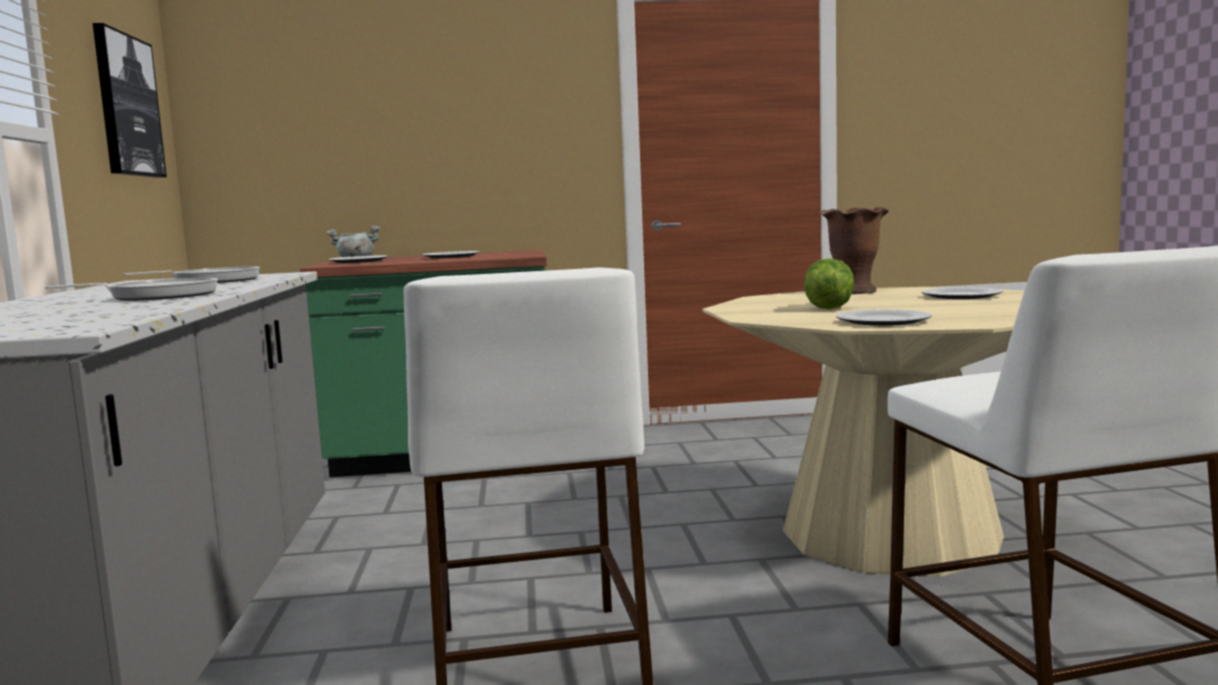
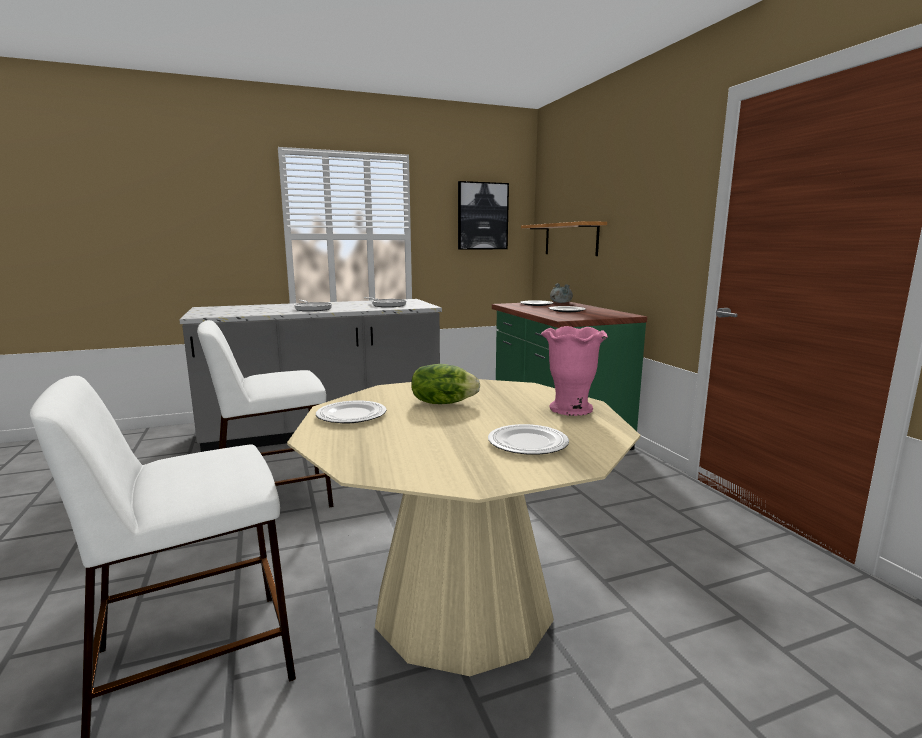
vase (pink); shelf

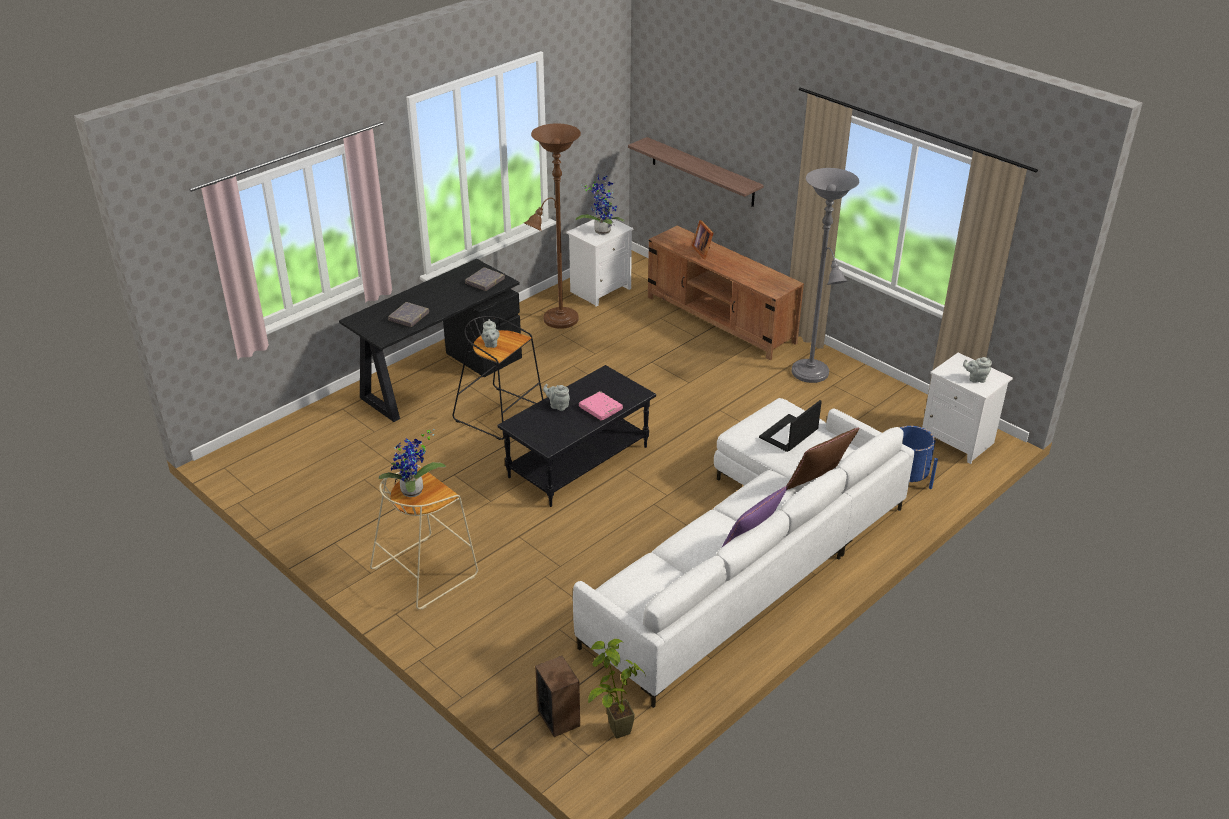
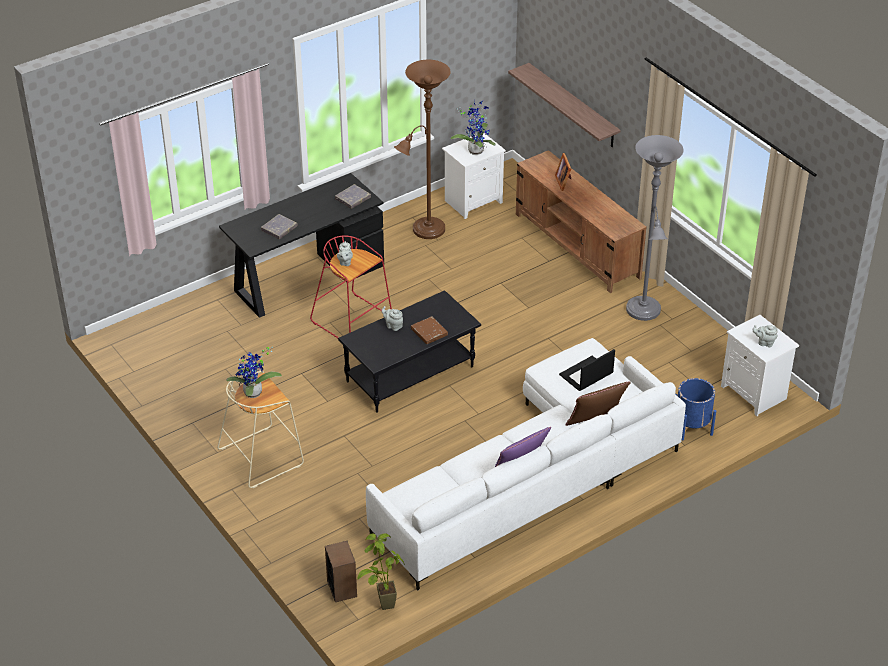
stool (red); book (brown)

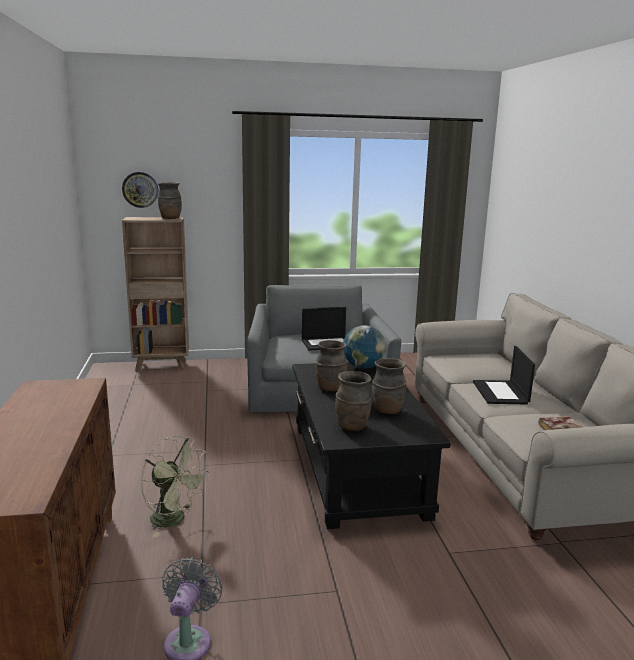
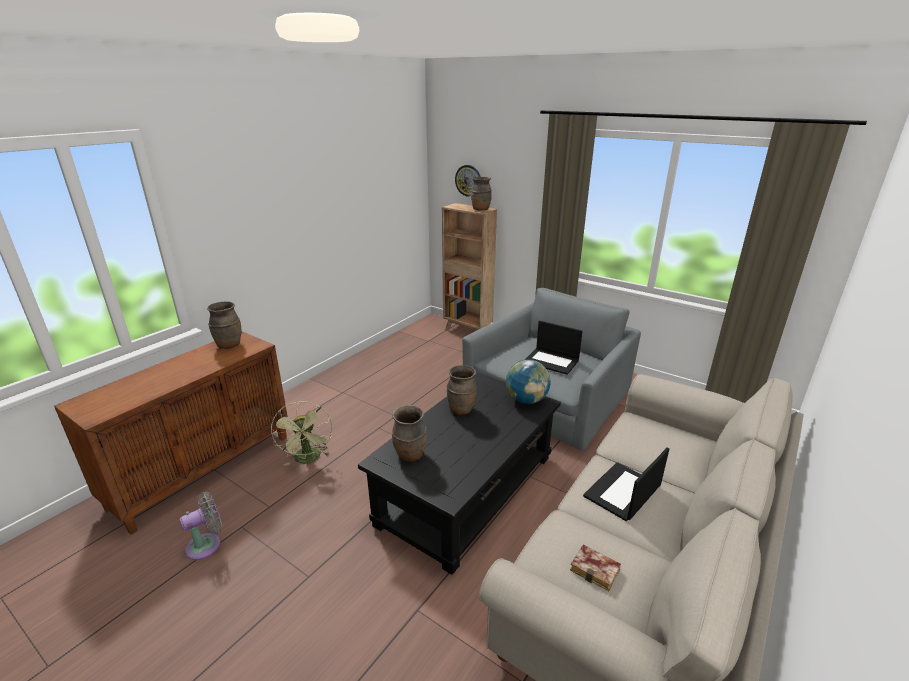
vase (brown) (1st from left)

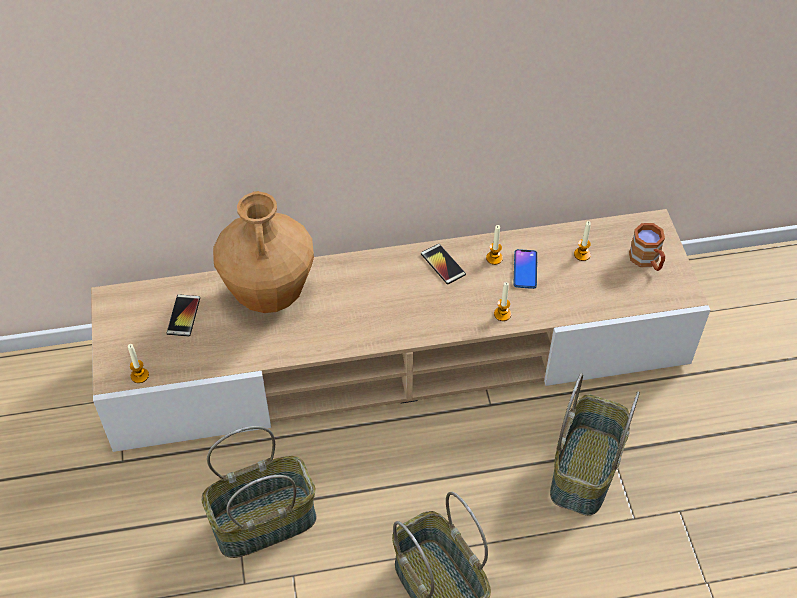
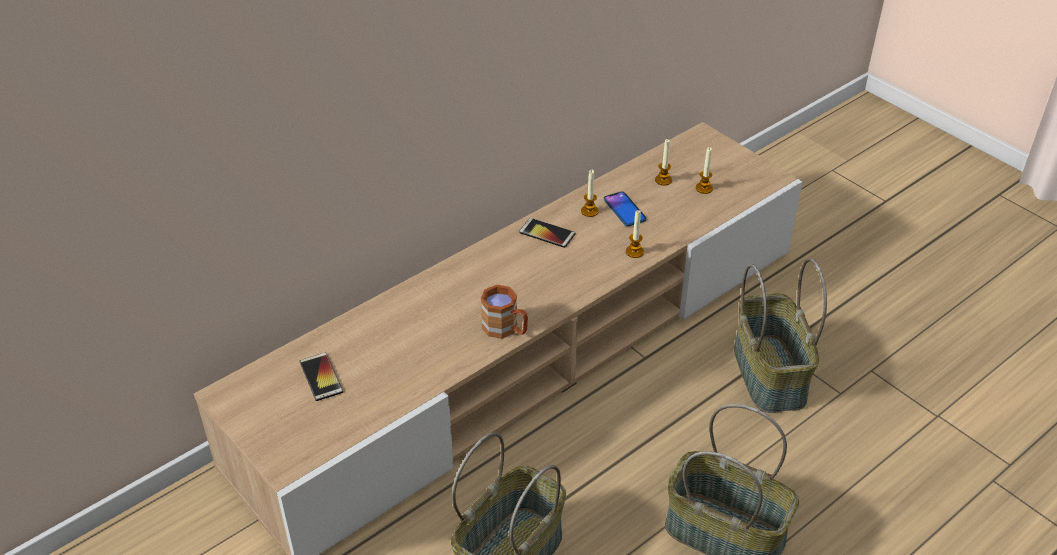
candle (4th from left); vase (brown); mug (brown)

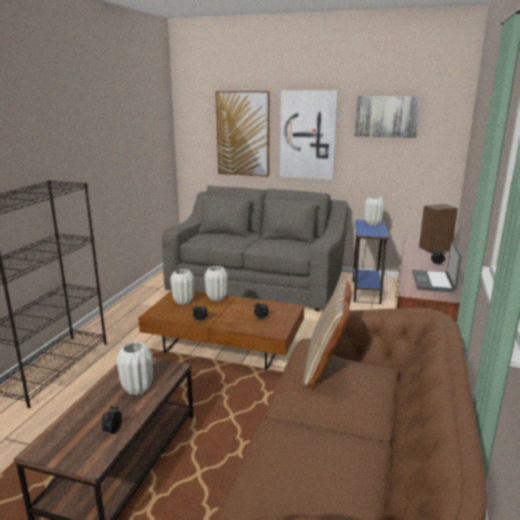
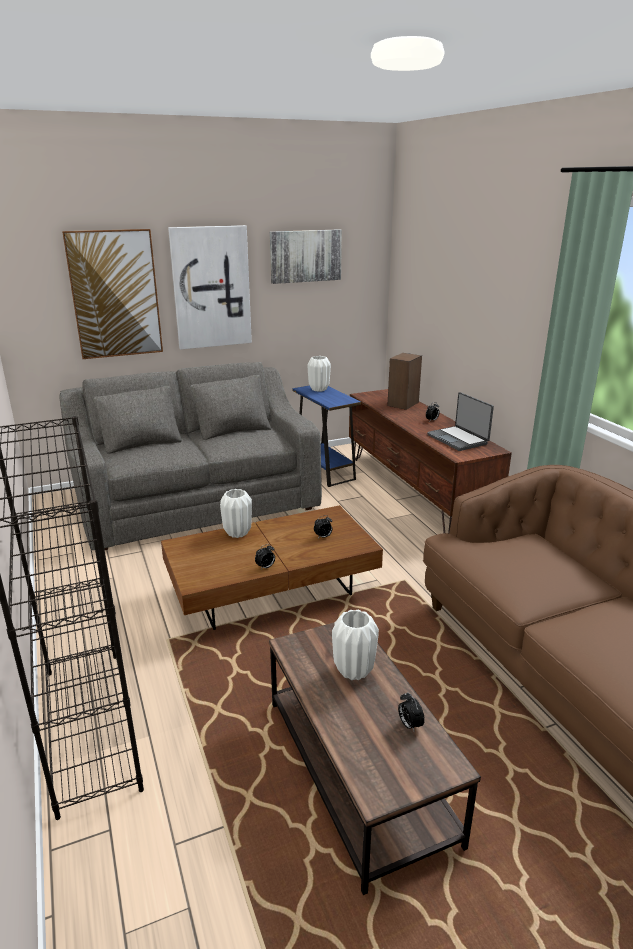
vase (white) (2nd from left in the first image); pillow (beige)

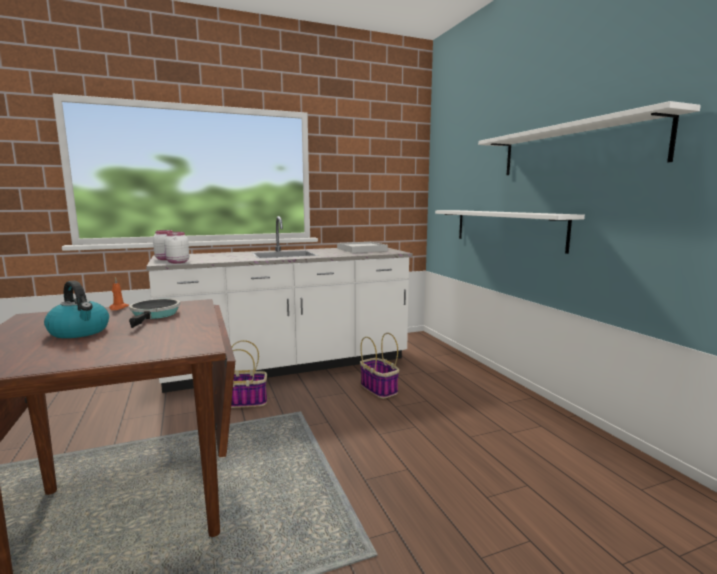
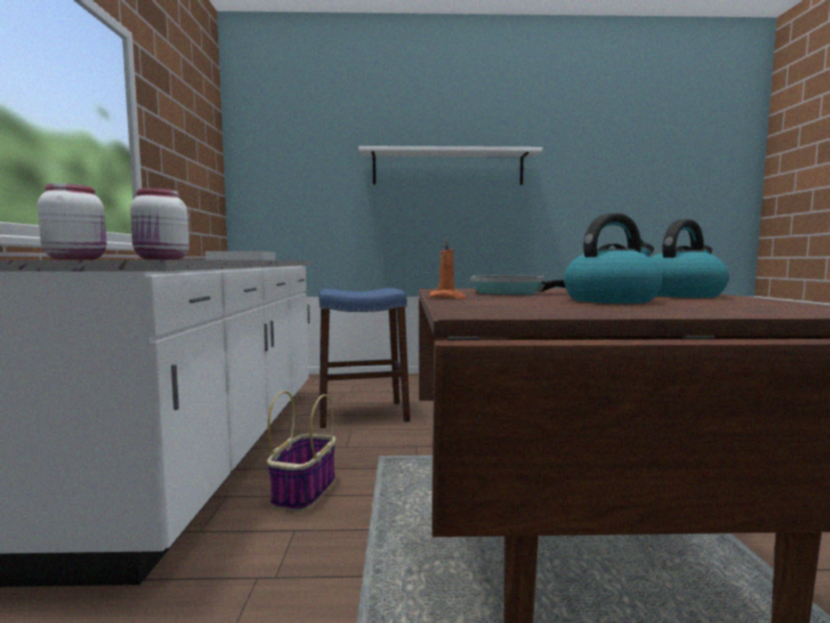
stool (blue); shelf (white) (1st from left in the first image); kettle (2nd from left)

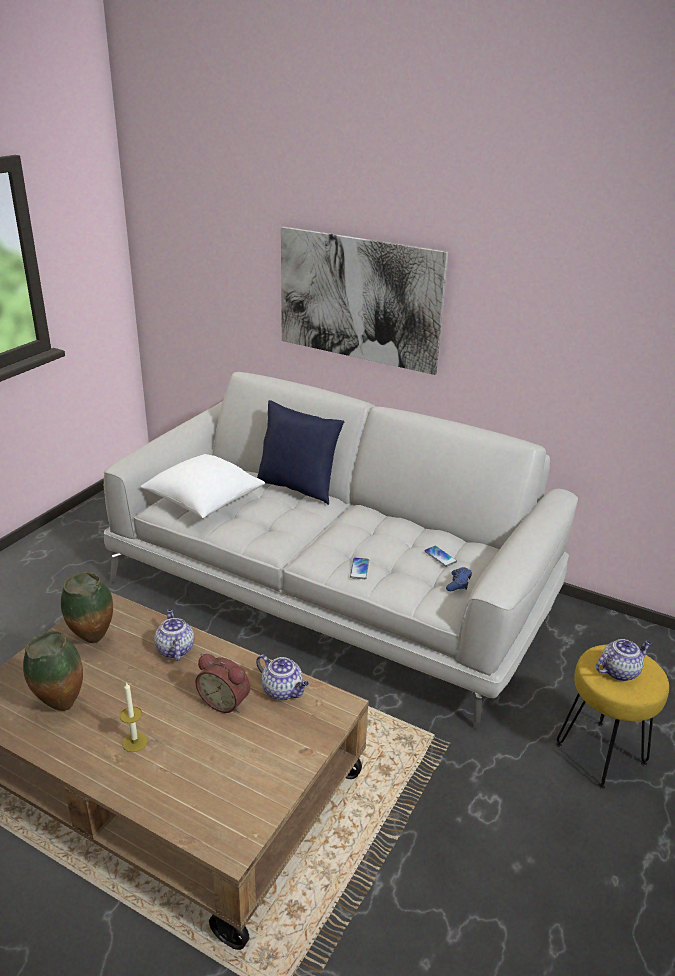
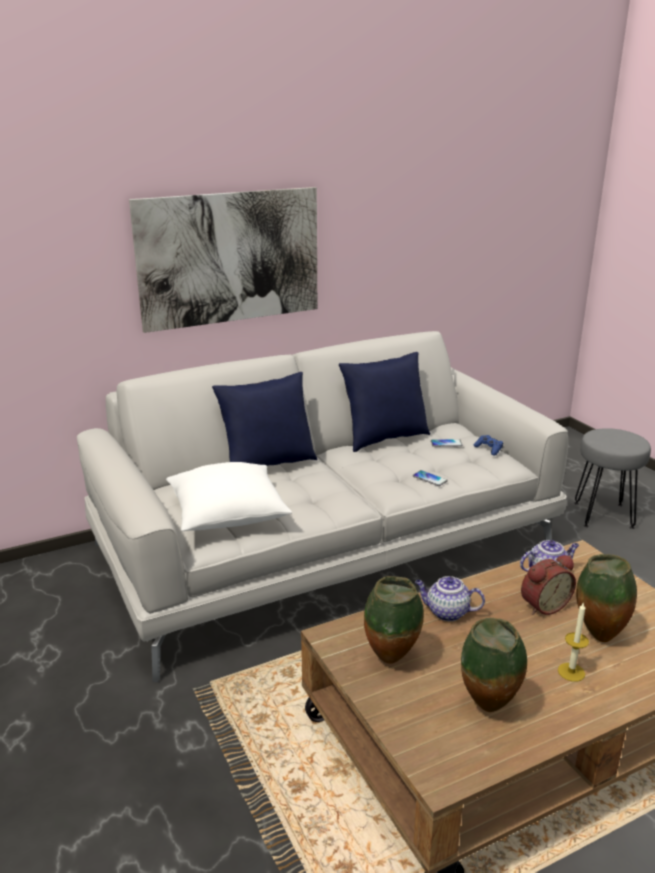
stool (grey); teapot (3rd from left in the first image); pillow (blue) (2nd from left); vase (3rd from left)

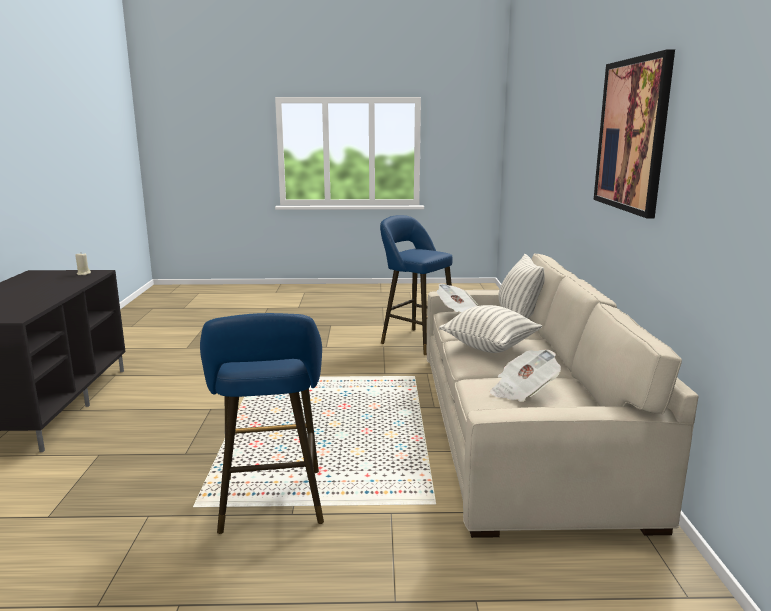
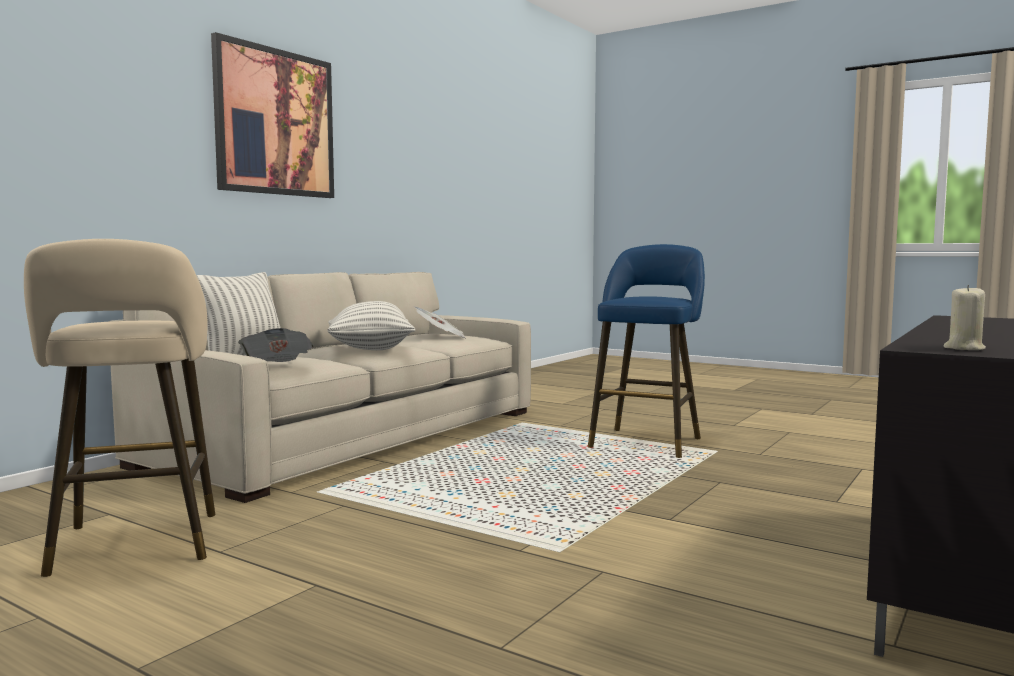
stool (beige)

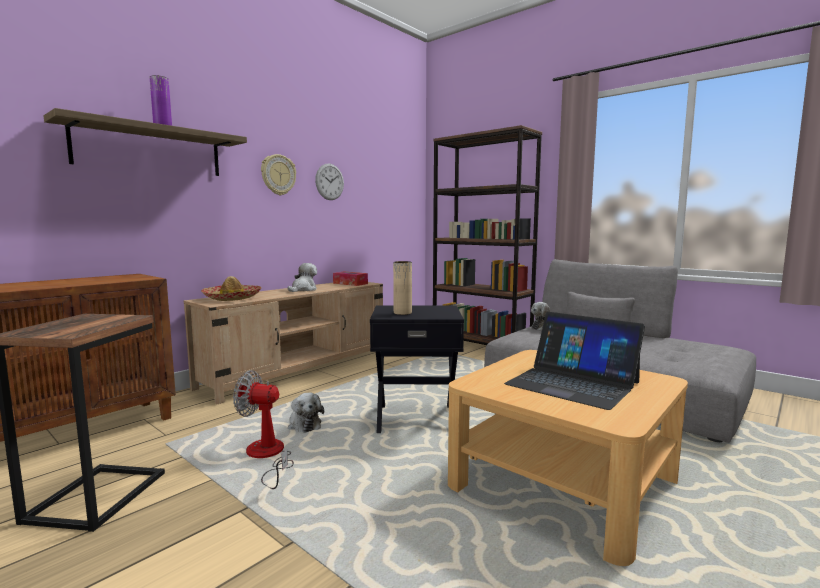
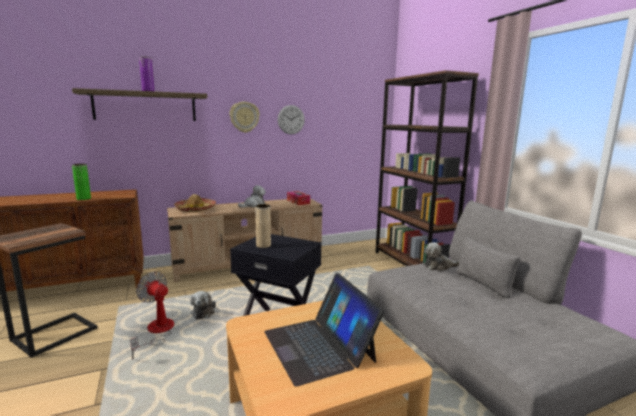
vase (green)

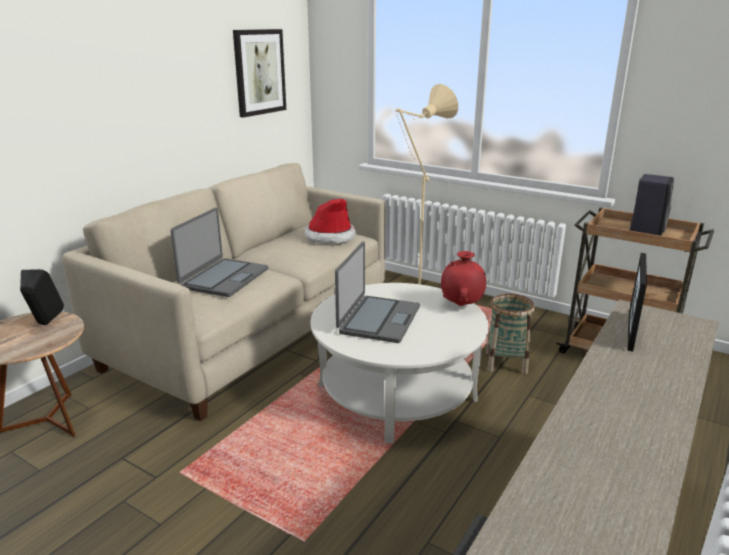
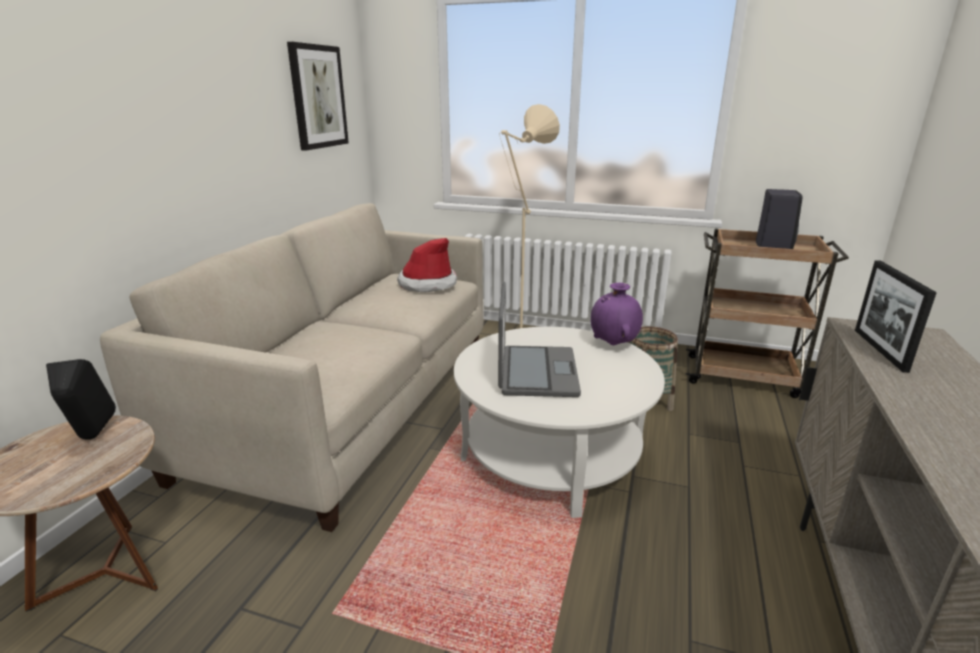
laptop (1st from left in the first image); vase (purple)

